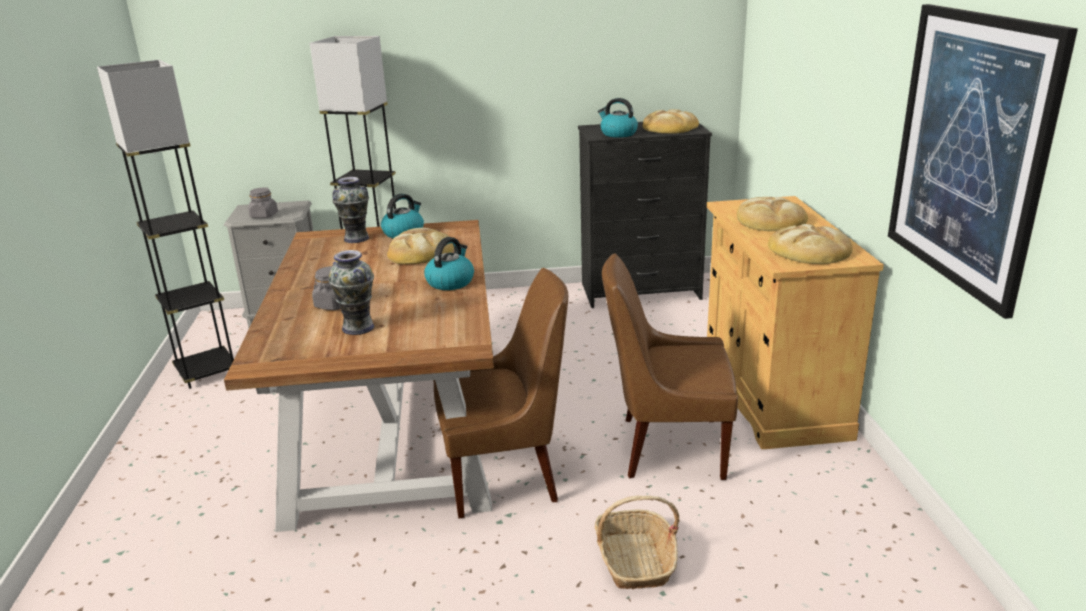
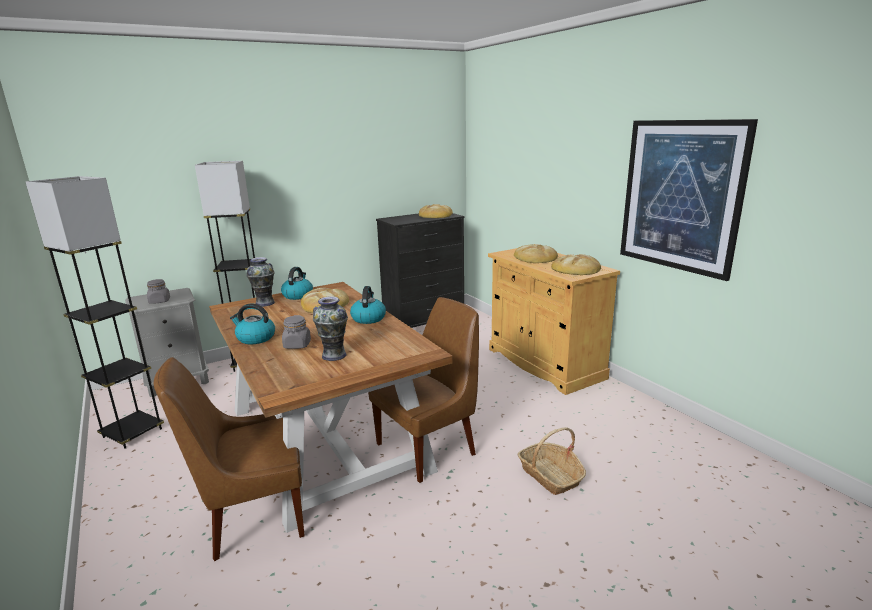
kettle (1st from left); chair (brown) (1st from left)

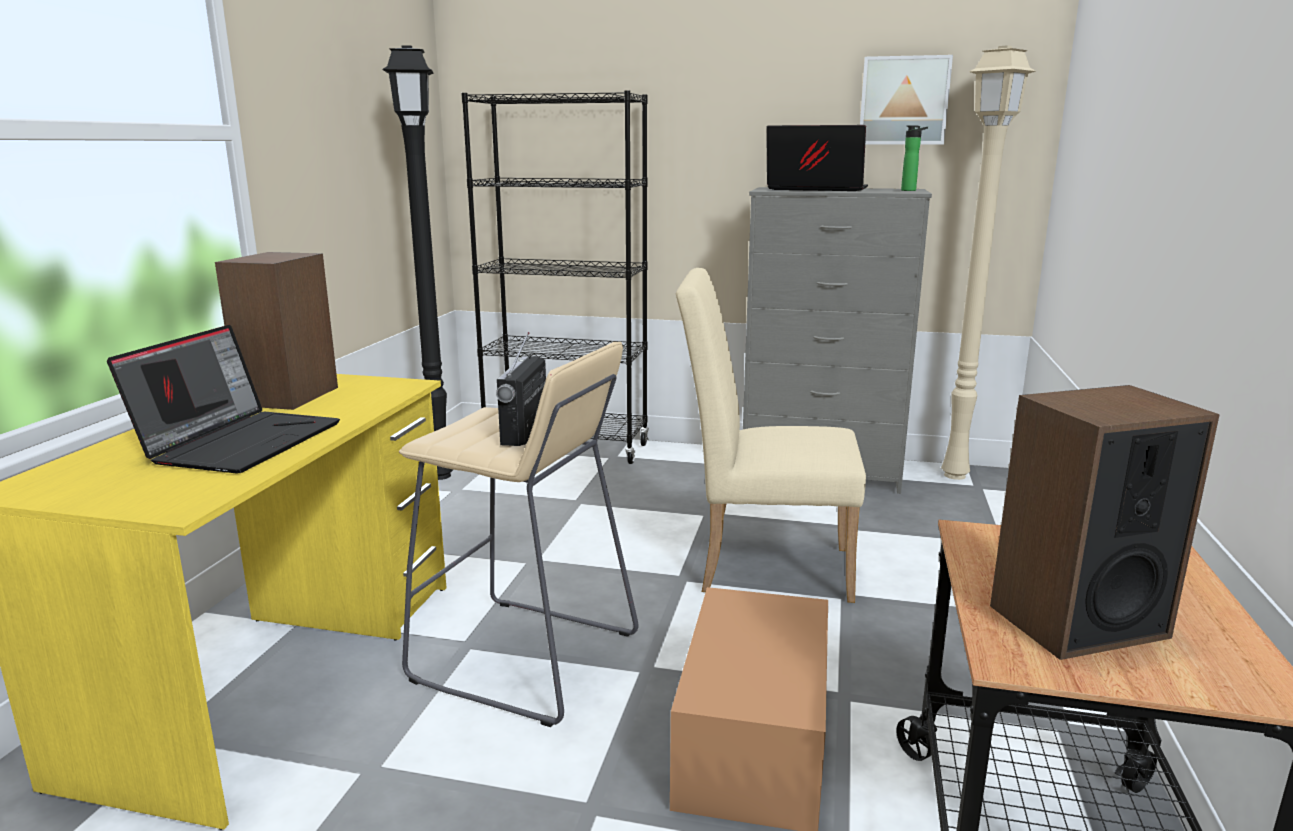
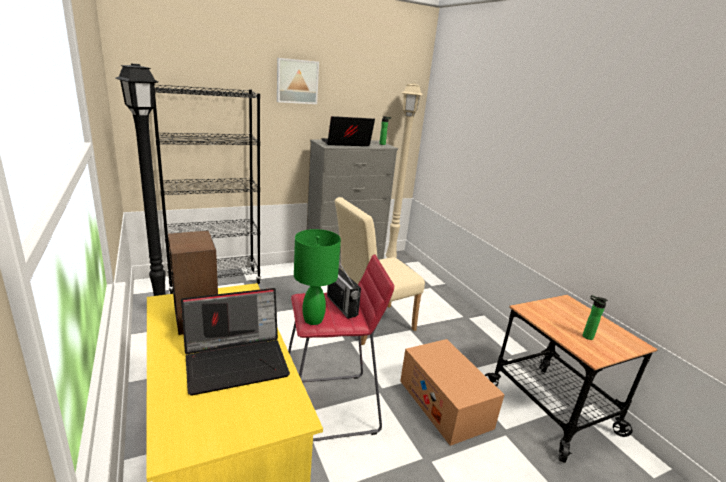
laptop (1st from left); stool (red); picture; bottle (2nd from left); table lamp (green)

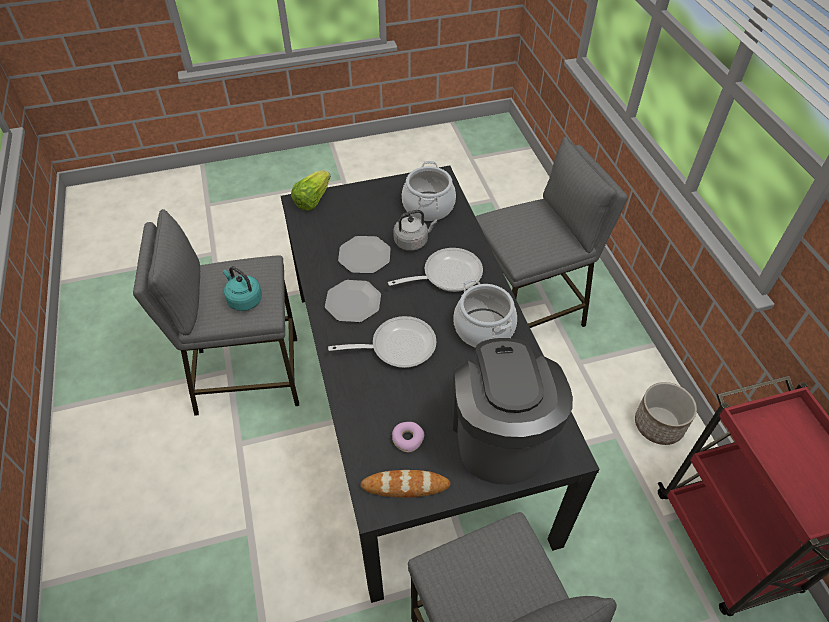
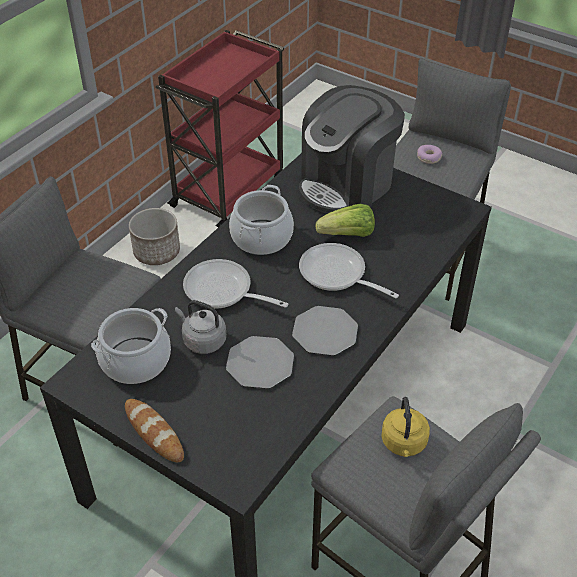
kettle (yellow); lettuce; bread; donut

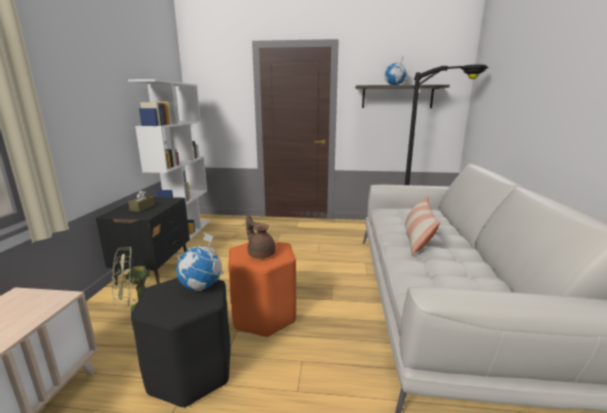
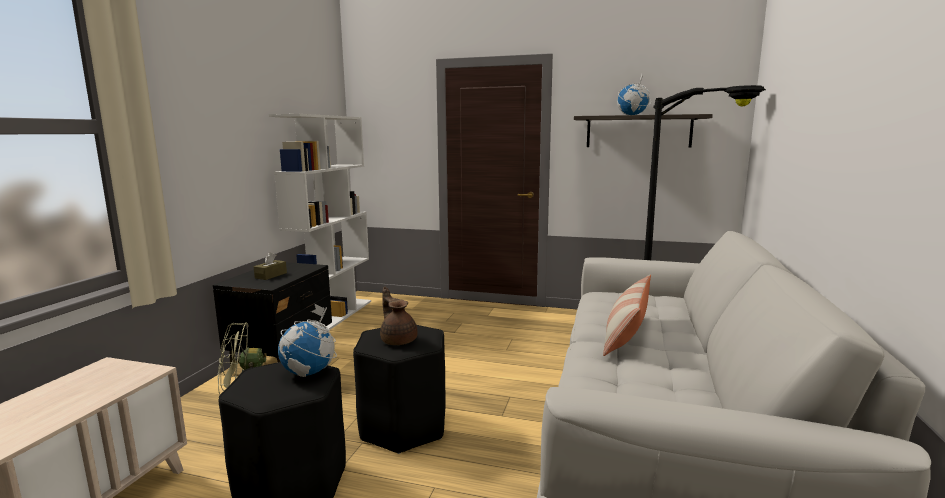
stool (black) (2nd from left)

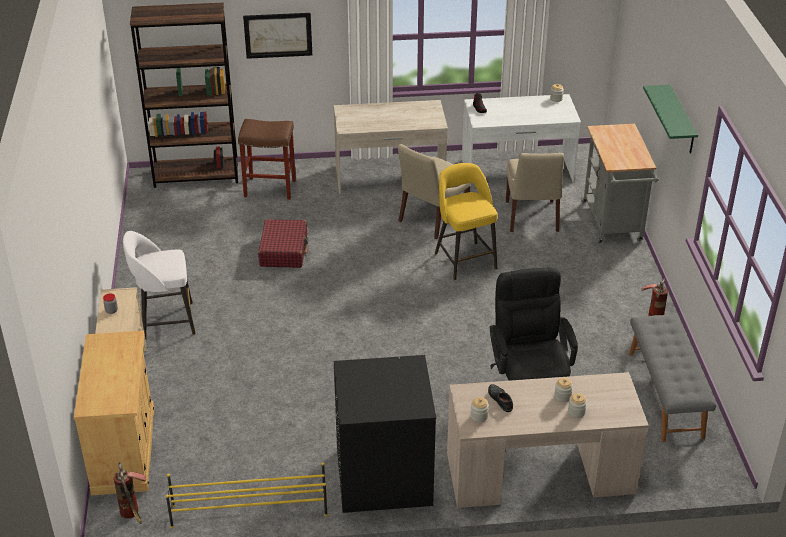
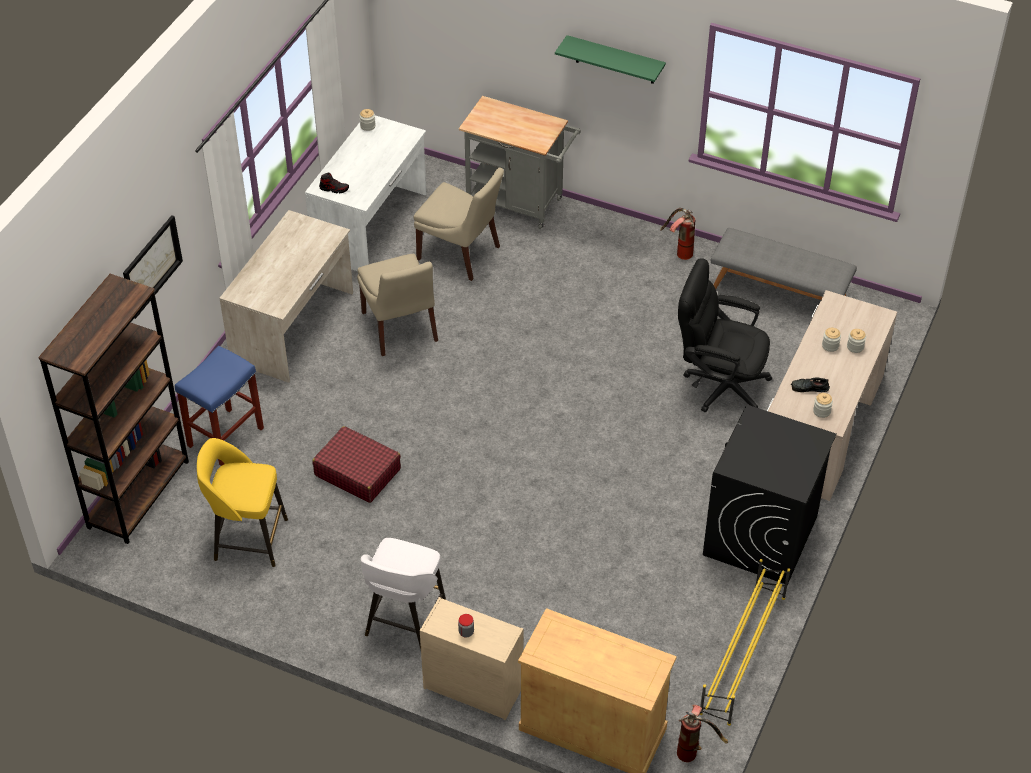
stool (blue); stool (yellow)

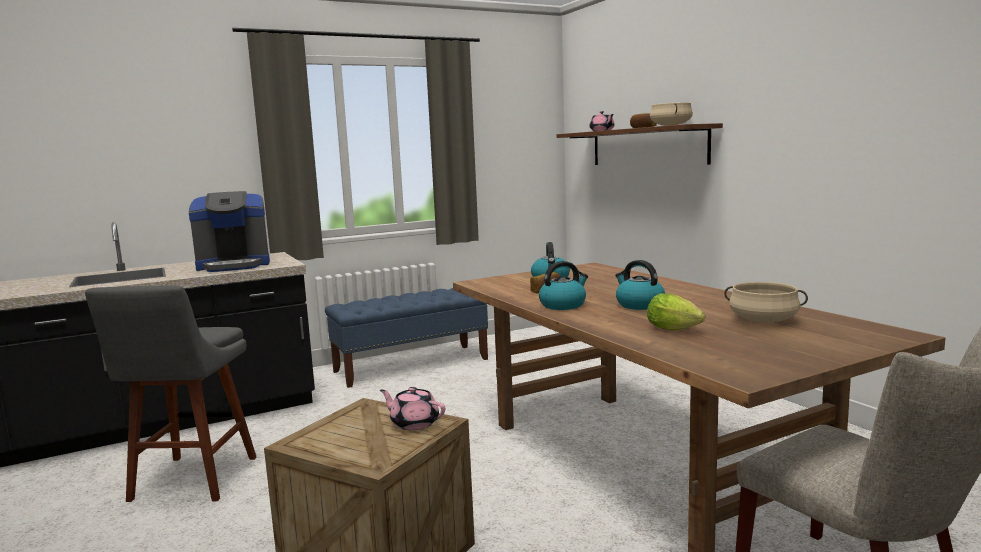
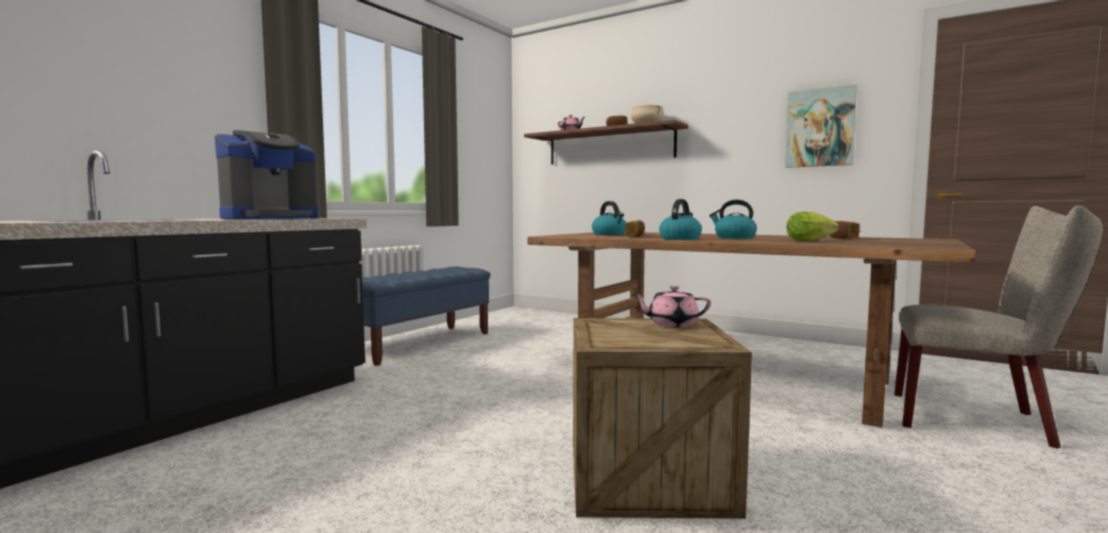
stool (grey); bread (3rd from left); picture

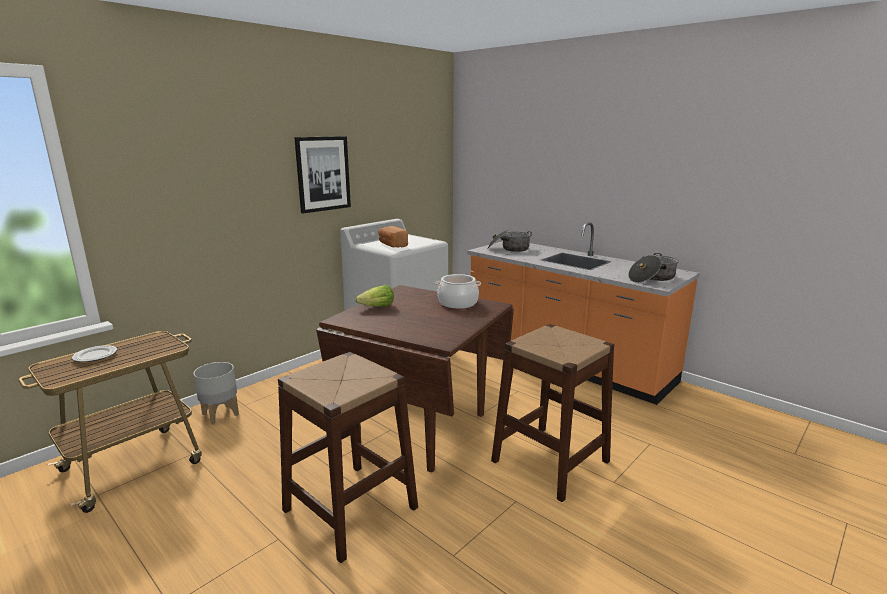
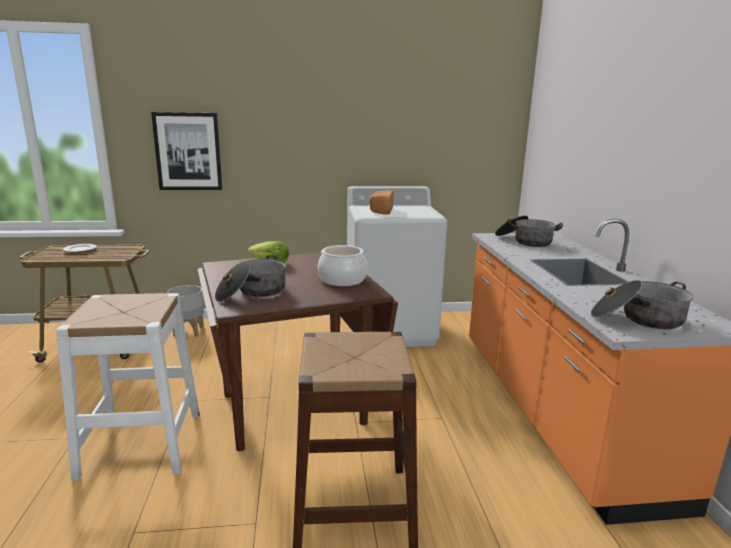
stool (white); picture; cooking pot (1st from left)

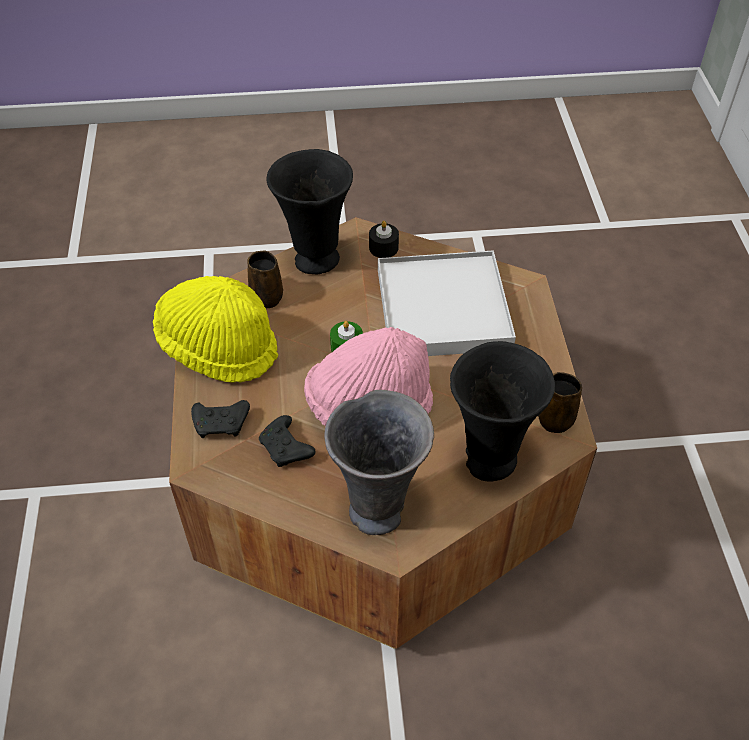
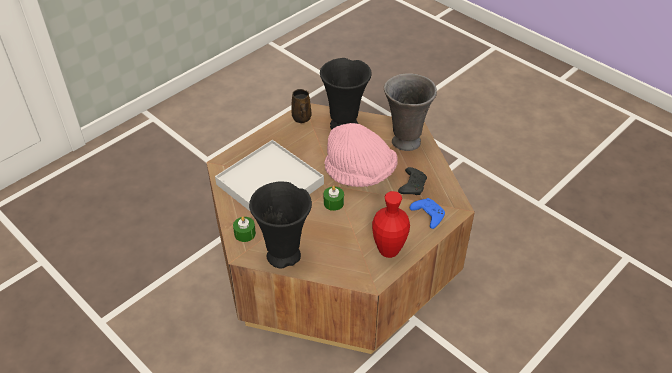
vase (red); game controller (blue); mug (brown) (1st from left in the first image); candle (green) (1st from left)

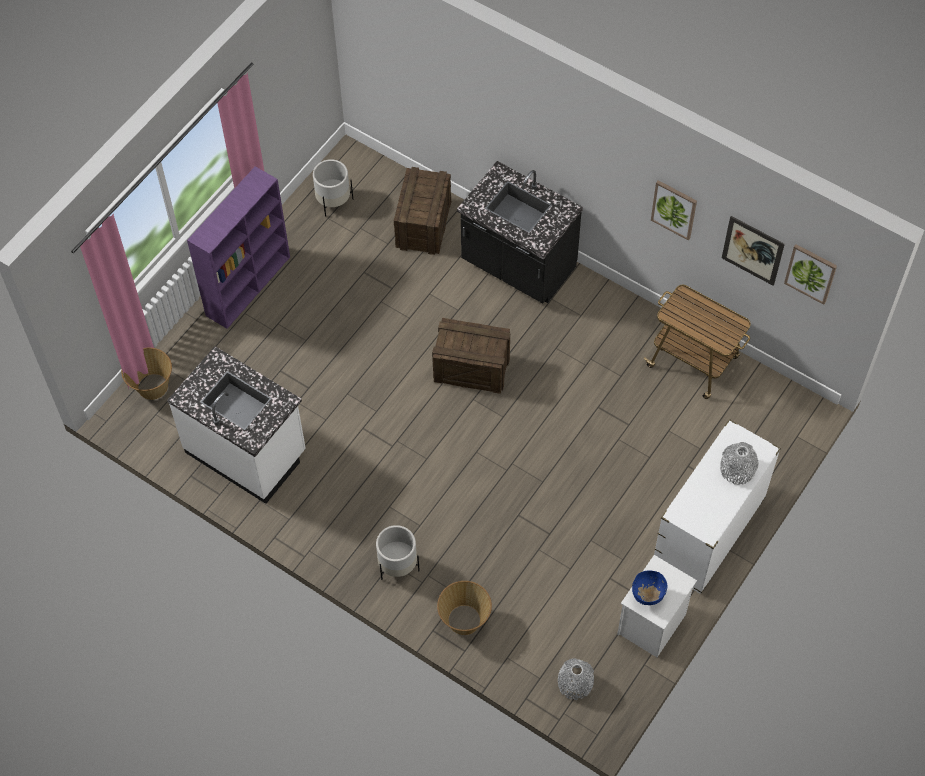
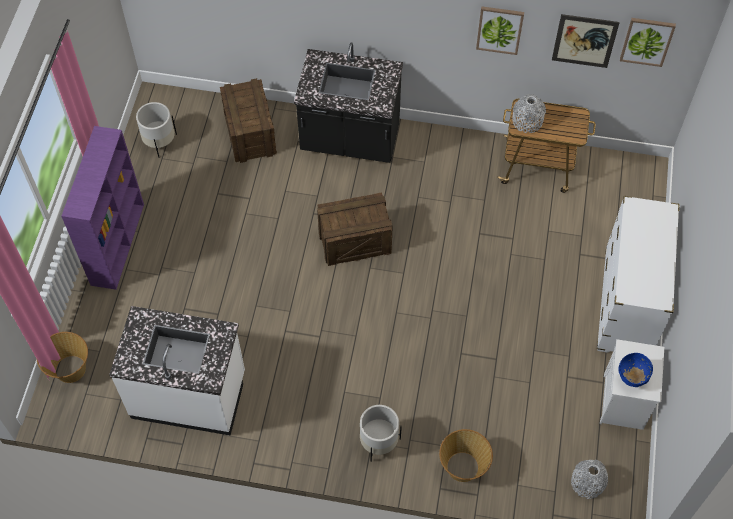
vase (grey) (1st from left)

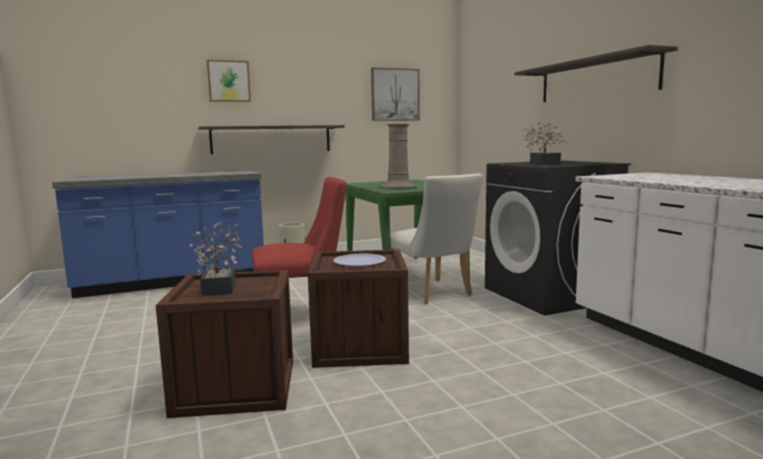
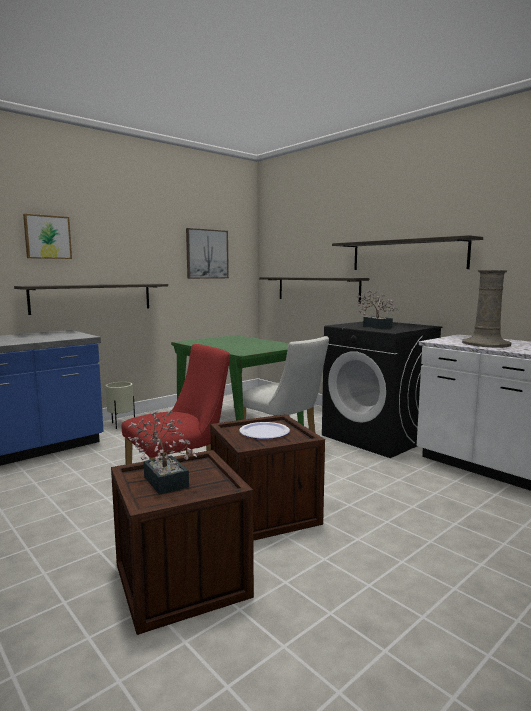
vase (beige); shelf (2nd from left)

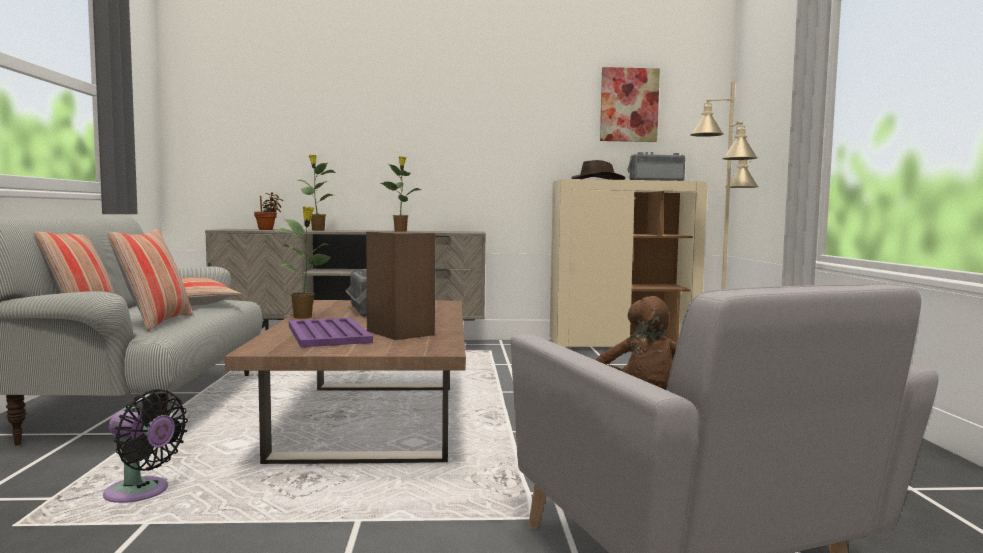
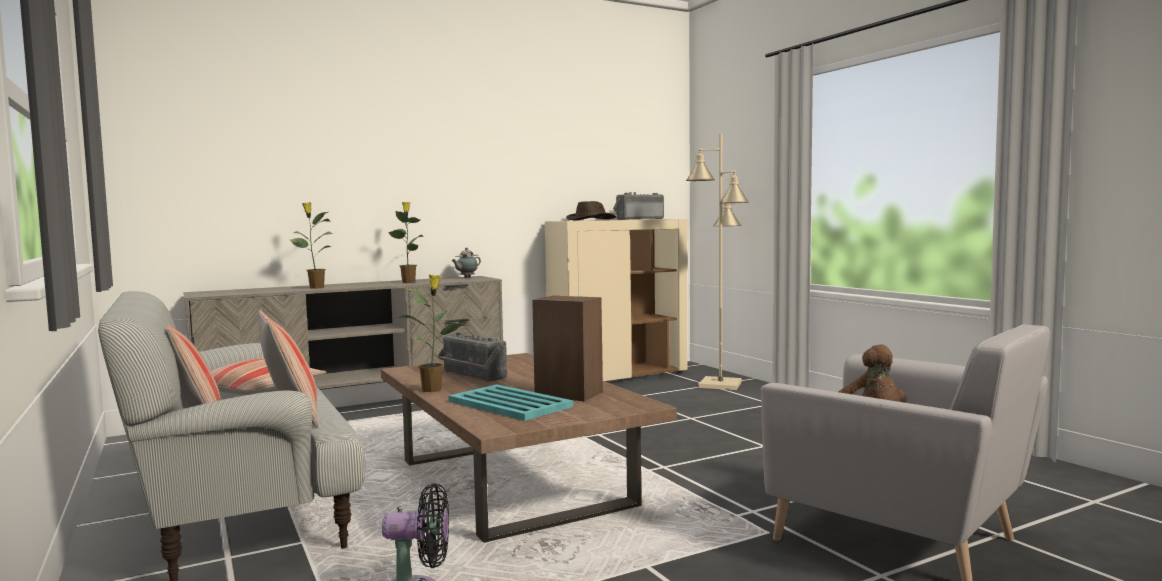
potted plant (1st from left in the first image); tray (turquoise); picture; teapot

